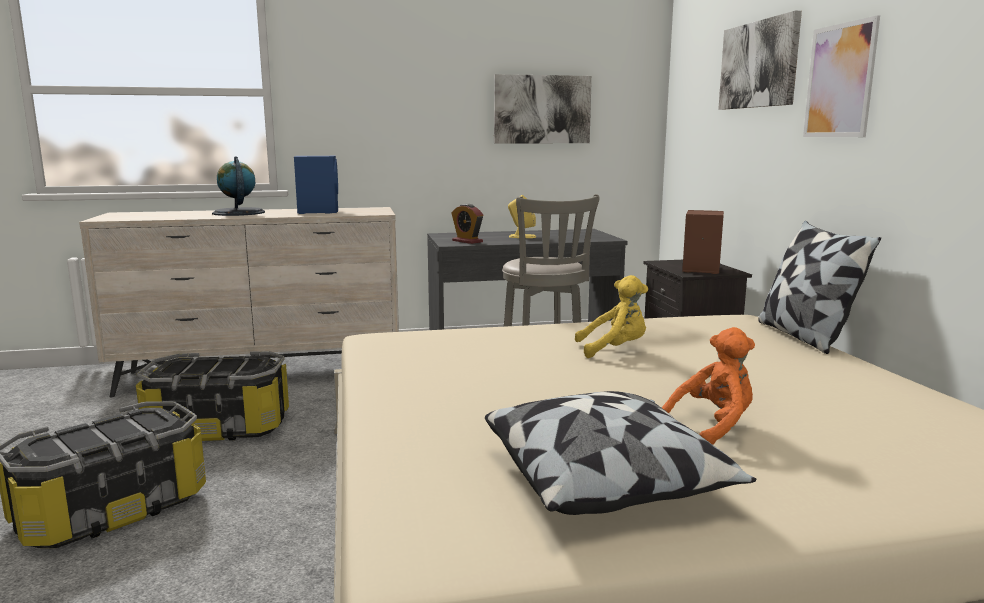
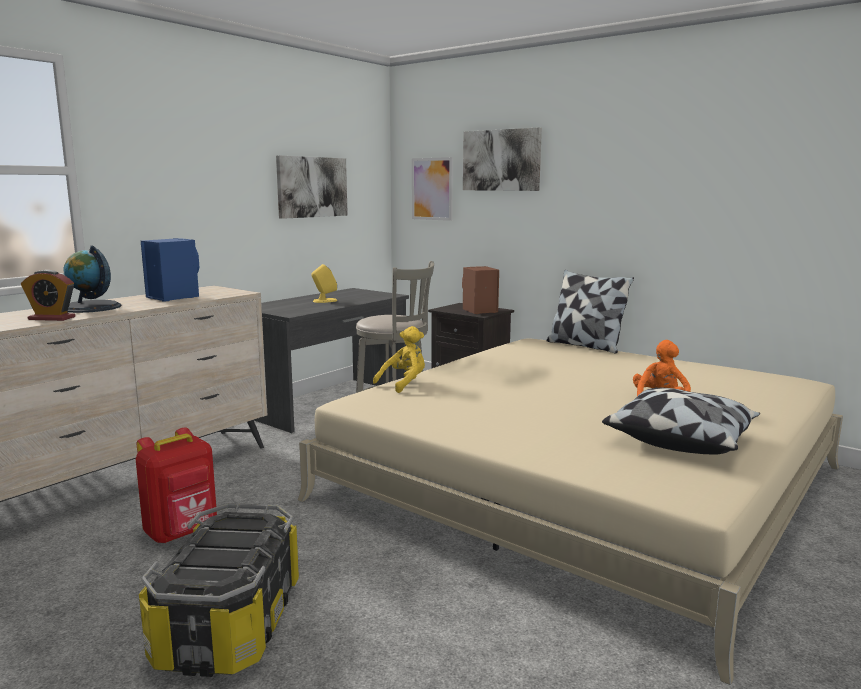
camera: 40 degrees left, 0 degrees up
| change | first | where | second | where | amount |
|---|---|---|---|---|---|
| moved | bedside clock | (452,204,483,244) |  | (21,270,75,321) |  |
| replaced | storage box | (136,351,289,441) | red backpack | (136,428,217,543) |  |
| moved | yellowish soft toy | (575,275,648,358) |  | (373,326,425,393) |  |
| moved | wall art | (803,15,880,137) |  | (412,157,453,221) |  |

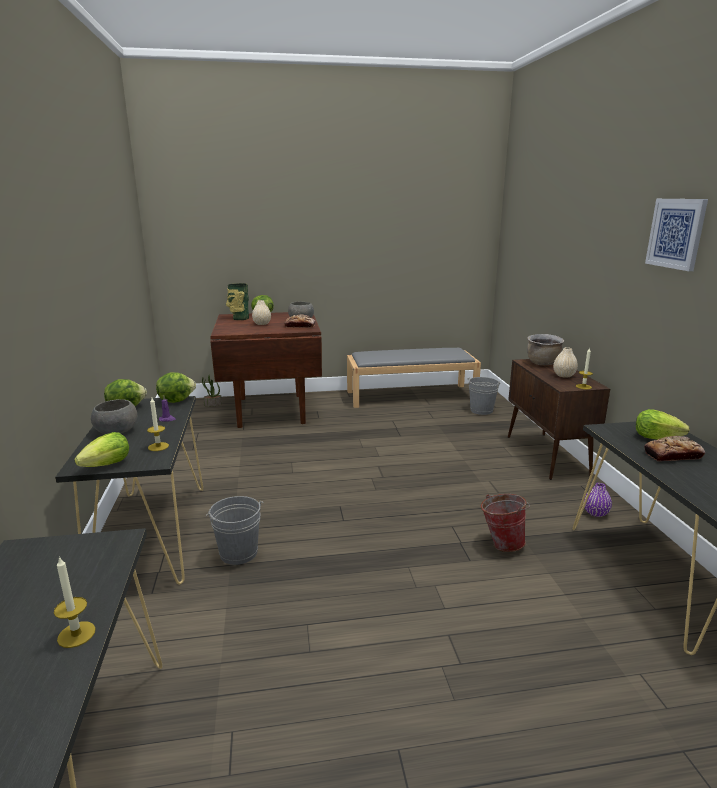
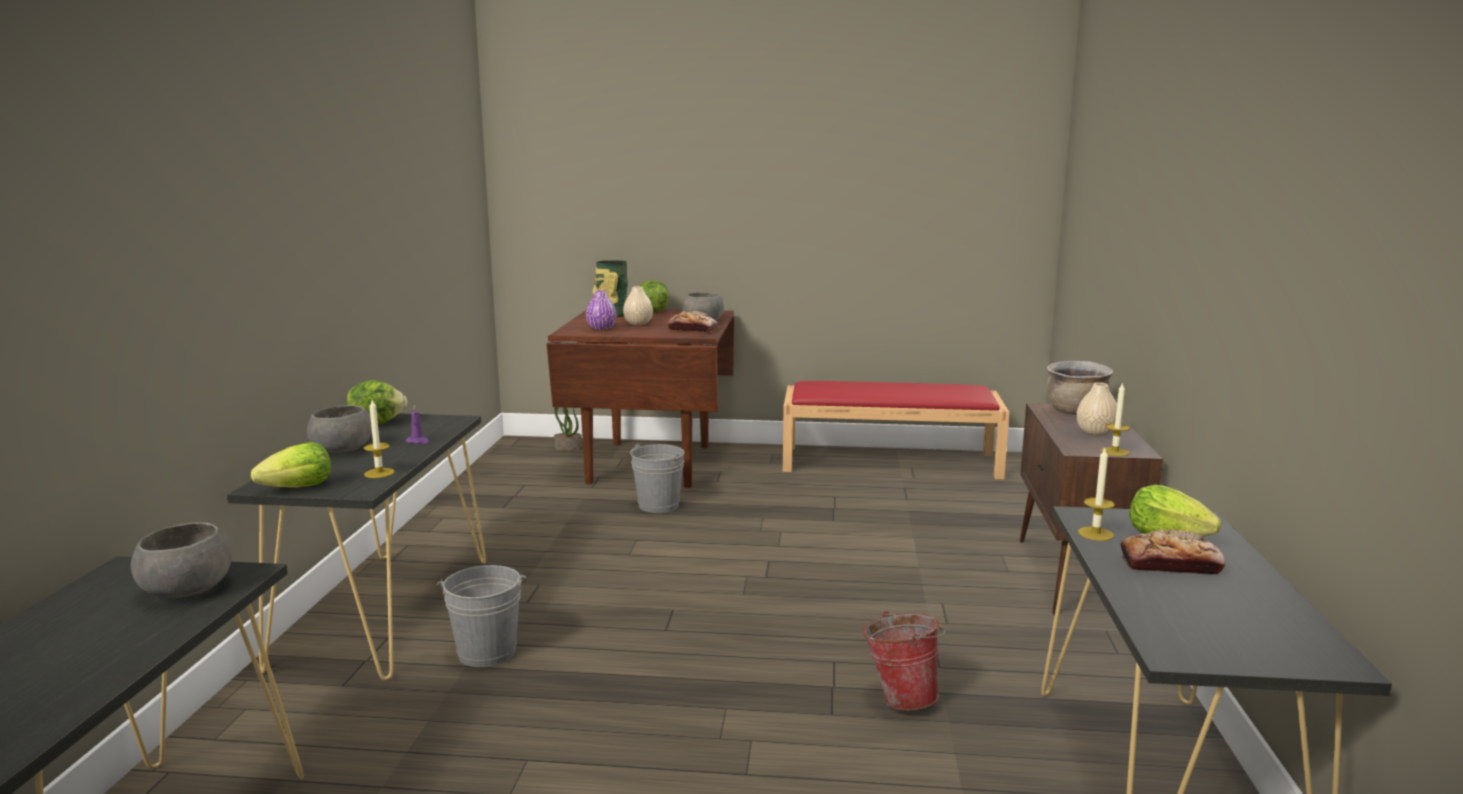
camera: 15 degrees right, 5 degrees down
| change | first | where | second | where | amount |
|---|---|---|---|---|---|
| added |  |  | greyish deep dish | (131,522,232,598) |  |
| moved | purplish flower vase | (584,483,612,517) |  | (586,290,616,330) |  |
| moved | greyish water bucket | (467,377,501,415) |  | (630,443,685,513) |  |
| recoloured | greyish bench | (347,348,481,408) | red bench | (783,381,1009,479) |  |
| moved | wax light | (54,556,96,648) |  | (1078,448,1115,541) |  |
| removed | lettuce | (156,372,196,403) |  |  |  |
| removed | wall art | (645,199,708,271) |  |  |  |

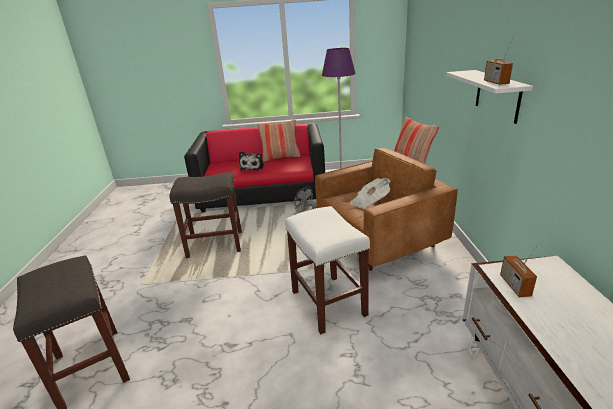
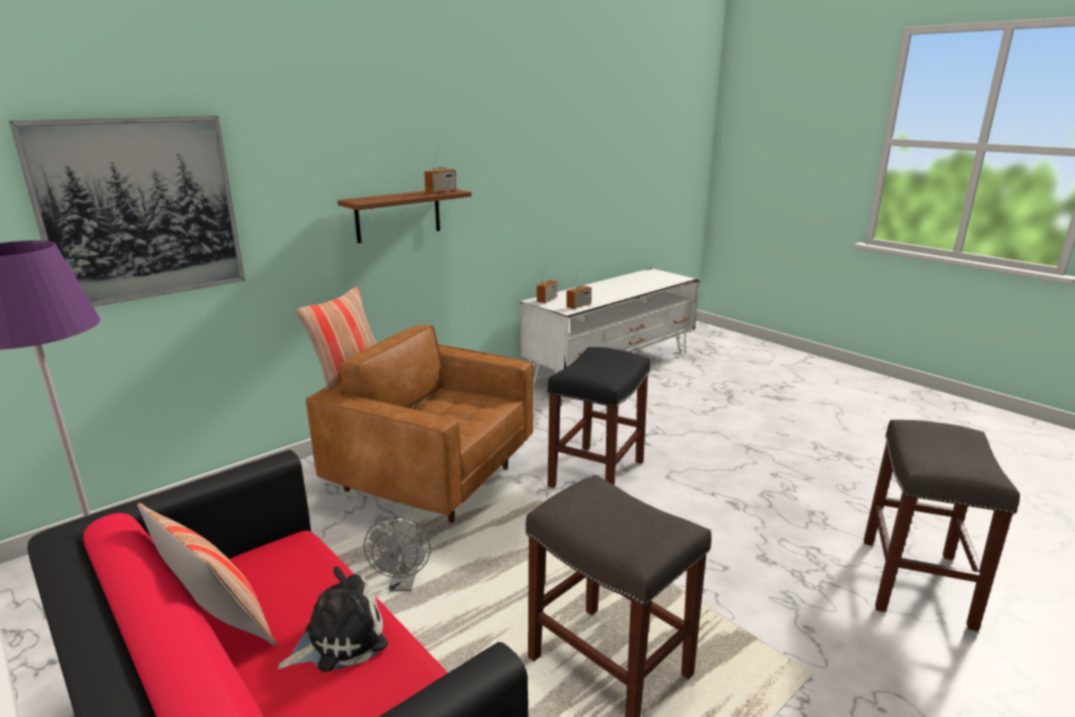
camera: 130 degrees left, 5 degrees down
| change | first | where | second | where | amount |
|---|---|---|---|---|---|
| added |  |  | wall art | (9,116,245,307) |  |
| recoloured | white shelf | (446,70,533,124) | brown-coloured shelf | (338,189,472,243) |  |
| added |  |  | radio | (537,265,557,303) |  |
| recoloured | white sitting stool | (285,206,370,334) | black-coloured sitting stool | (547,347,650,488) |  |
| removed | printed paper | (350,178,391,209) |  |  |  |

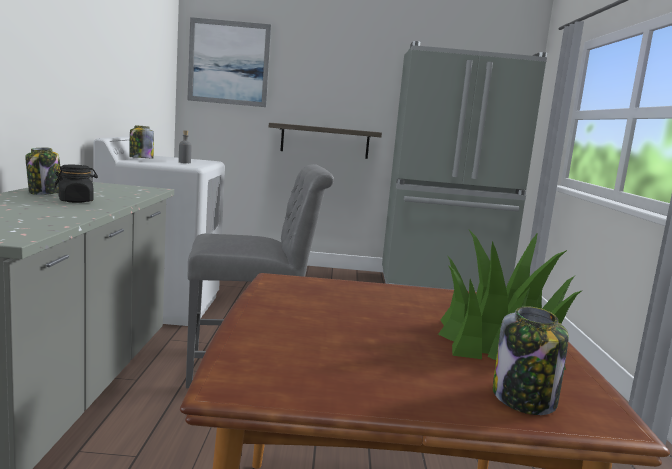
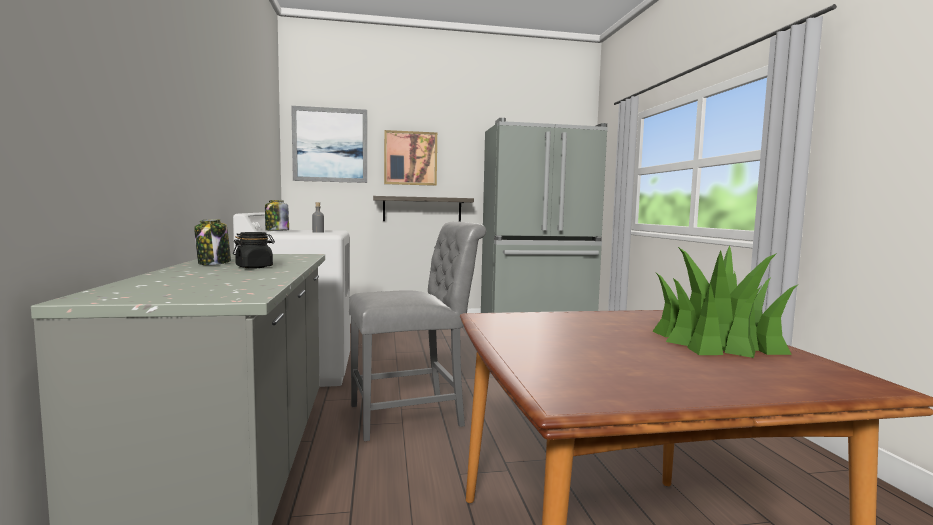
camera: 10 degrees left, 5 degrees down
| change | first | where | second | where | amount |
|---|---|---|---|---|---|
| added |  |  | wall art | (384,130,437,186) |  |
| removed | preserve jar | (493,307,569,415) |  |  |  |

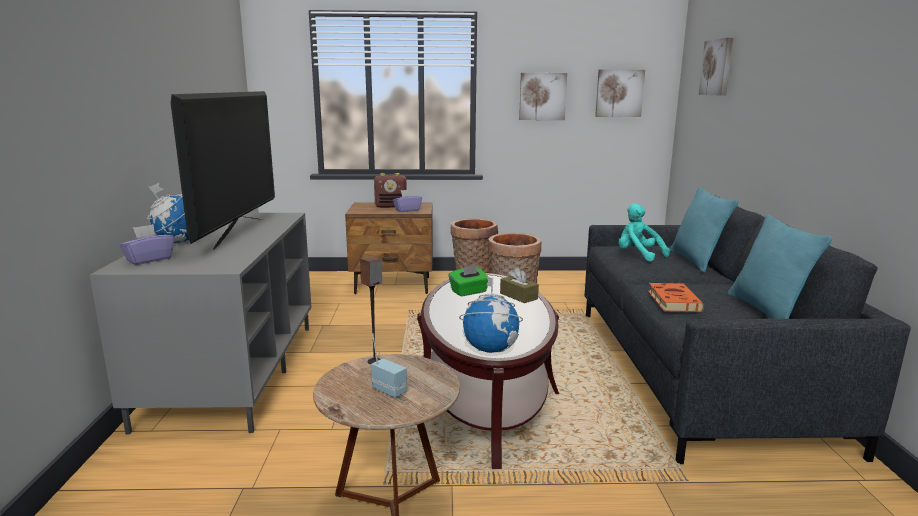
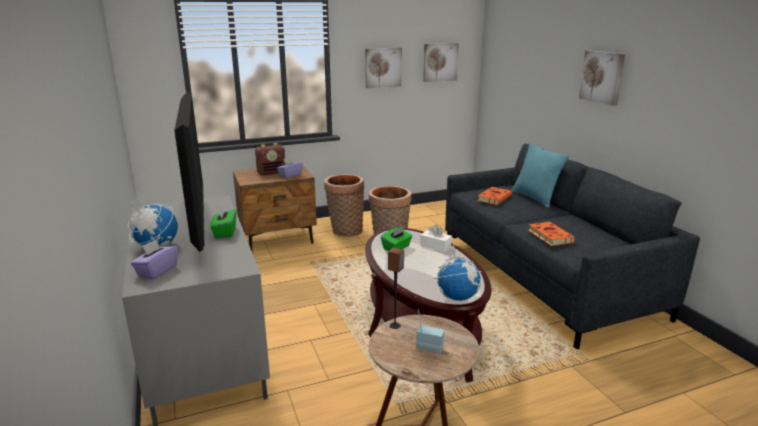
camera: 20 degrees left, 5 degrees up
| change | first | where | second | where | amount |
|---|---|---|---|---|---|
| added |  |  | green-coloured tissue box | (210,206,236,238) |  |
| recoloured | brown-coloured tissue box | (500,267,539,303) | white tissue box | (420,225,452,252) |  |
| replaced | turquoise soft toy | (618,204,670,262) | orangey bound book | (478,187,512,205) |  |
| moved | wall art | (699,38,733,96) |  | (579,50,625,106) |  |
| removed | turquoise pillow | (728,215,833,319) |  |  |  |

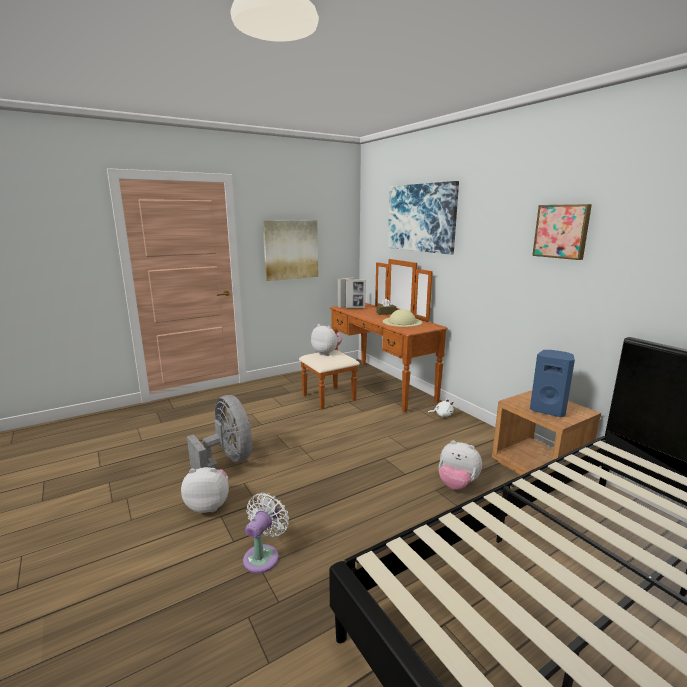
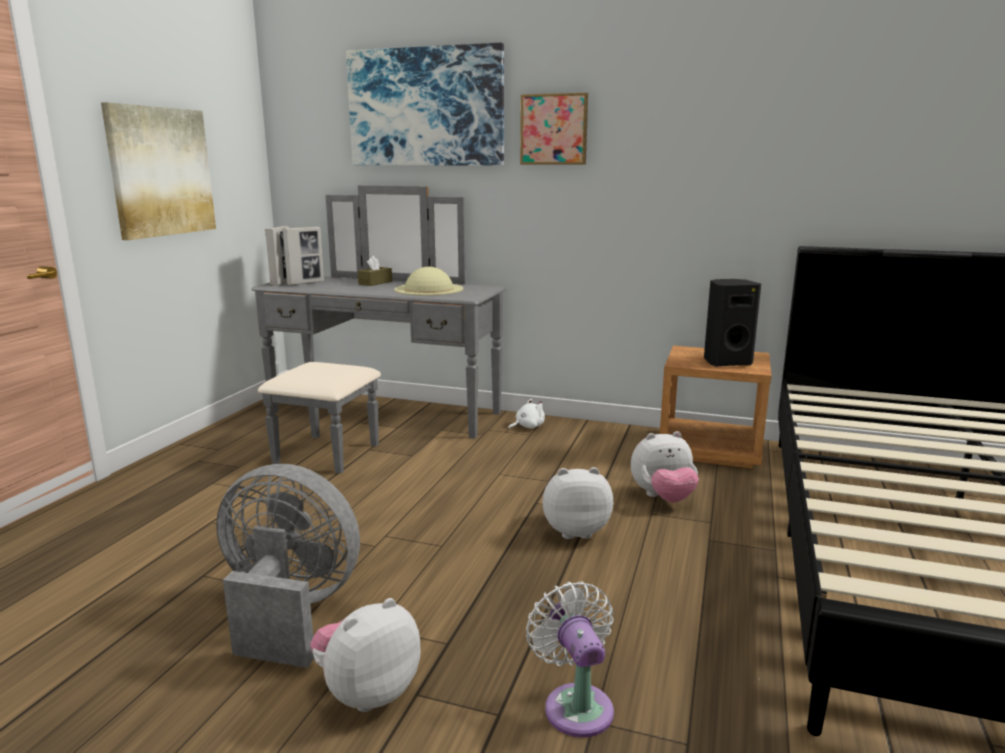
camera: 40 degrees left, 0 degrees up
| change | first | where | second | where | amount |
|---|---|---|---|---|---|
| recoloured | brown-coloured drawer chest | (299,259,448,413) | greyish drawer chest | (251,185,506,474) |  |
| moved | wall art | (532,204,592,260) |  | (520,93,588,165) |  |
| moved | soft toy | (311,324,342,356) |  | (543,467,613,539) |  |
| recoloured | blue-coloured loudspeaker | (530,350,575,417) | black-coloured loudspeaker | (704,279,761,367) |  |

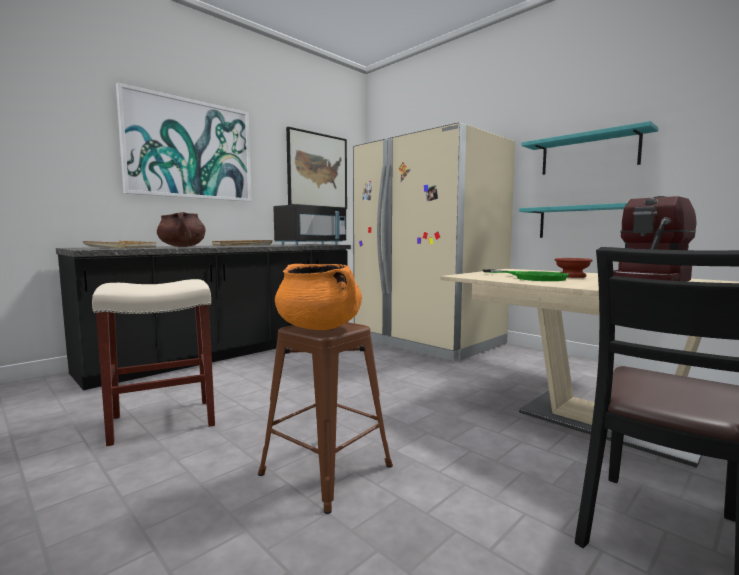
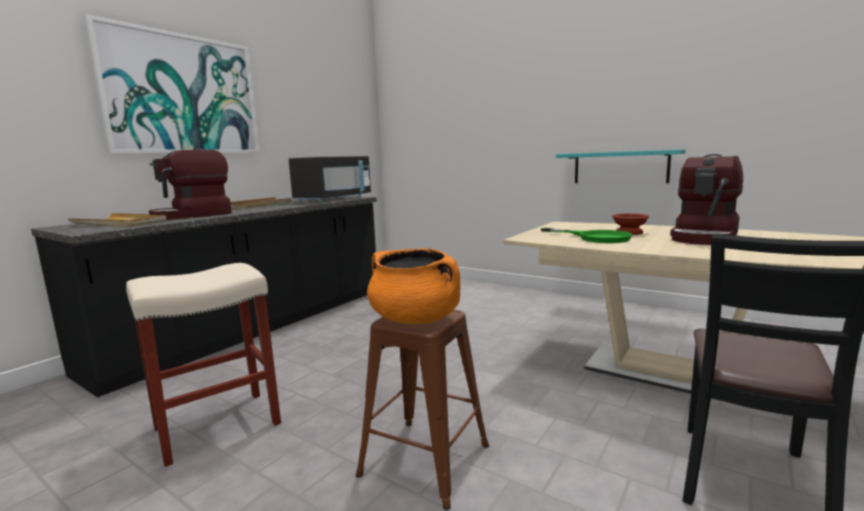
camera: 10 degrees left, 5 degrees up
| change | first | where | second | where | amount |
|---|---|---|---|---|---|
| replaced | brown-coloured cooking pot | (157,212,206,247) | coffee maker | (149,148,232,220) |  |
| removed | wall art | (286,127,347,209) |  |  |  |
| removed | sand-coloured refrigerator | (353,122,515,361) |  |  |  |
| removed | turquoise shelf | (521,121,658,175) |  |  |  |

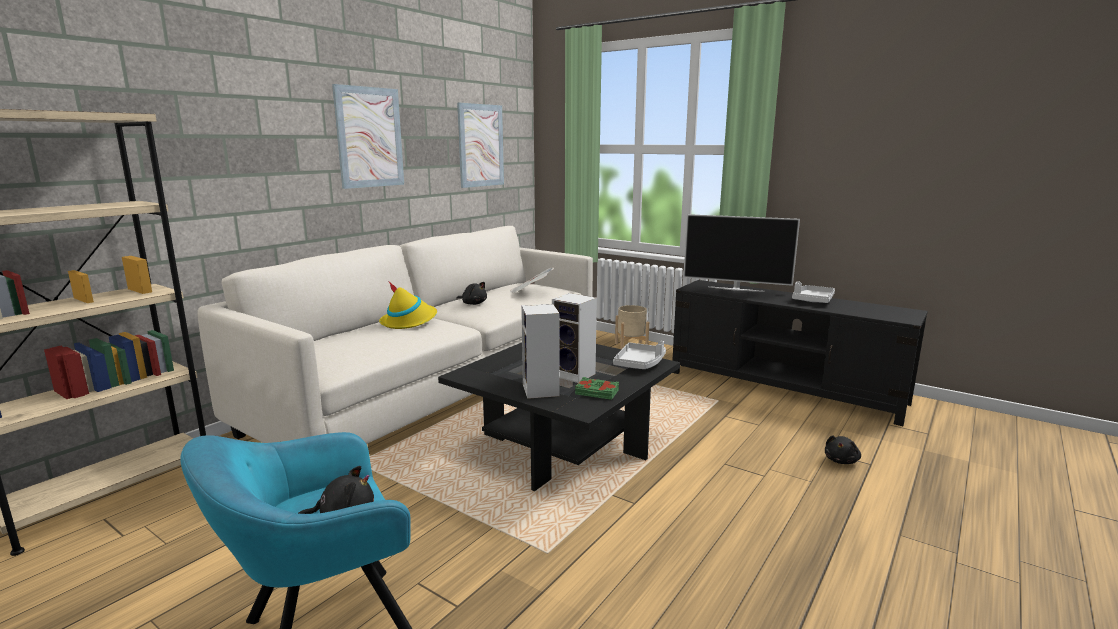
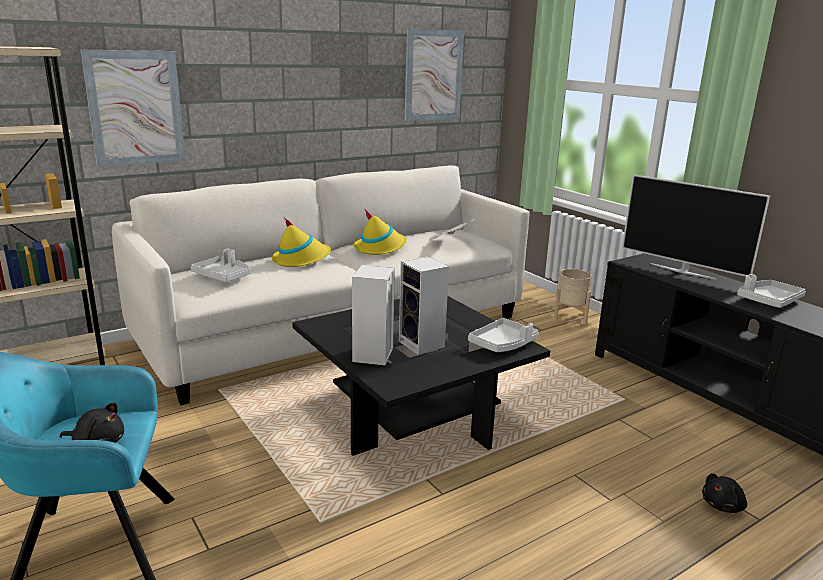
camera: 20 degrees right, 5 degrees up
| change | first | where | second | where | amount |
|---|---|---|---|---|---|
| moved | wall art | (332,84,404,189) |  | (81,50,185,167) |  |
| added |  |  | greyish carrying tray | (191,249,251,282) |  |
| replaced | black-coloured soft toy | (456,282,487,305) | yellowish hat | (354,209,407,255) |  |
| removed | green-coloured bound book | (575,377,619,400) |  |  |  |

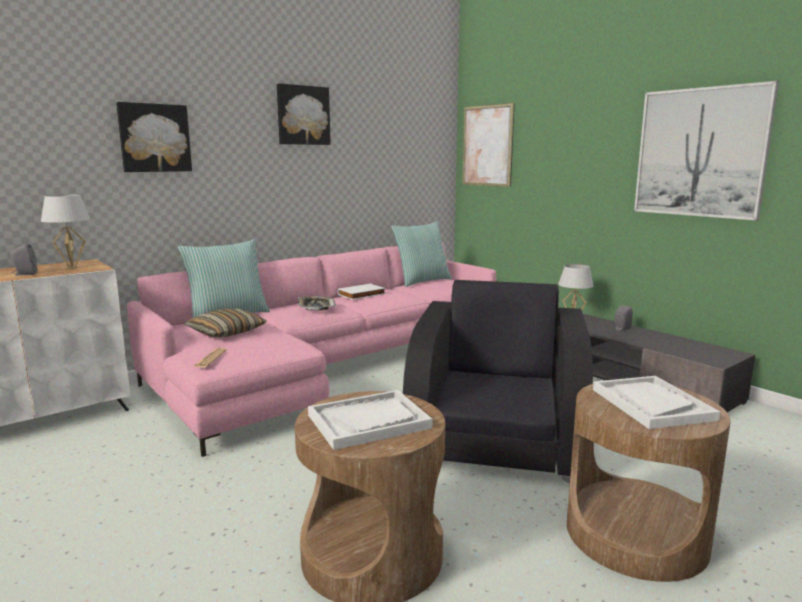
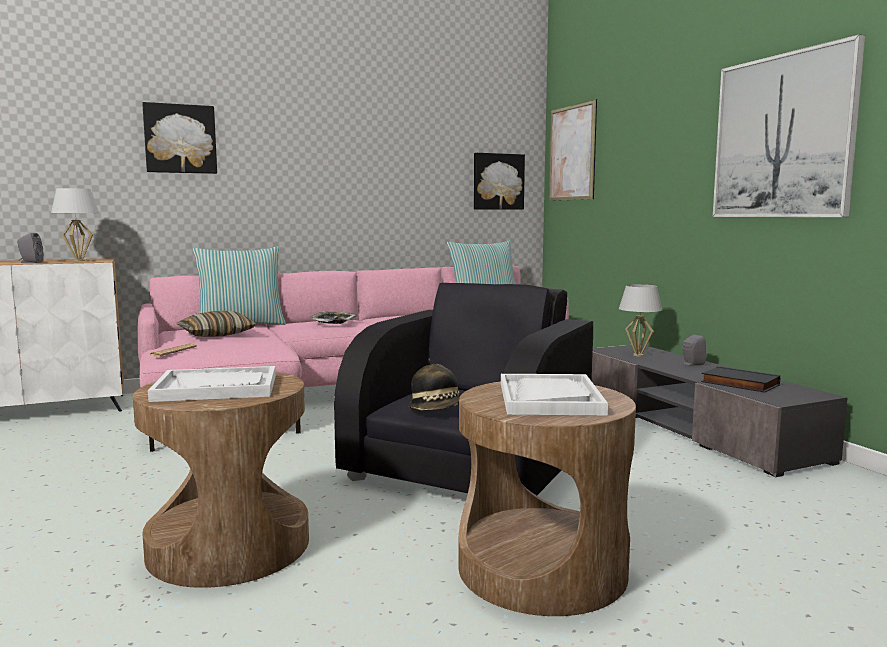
camera: 15 degrees right, 5 degrees down
| change | first | where | second | where | amount |
|---|---|---|---|---|---|
| added |  |  | hat | (409,358,462,410) |  |
| moved | wall art | (277,83,331,145) |  | (474,153,525,210) |  |
| added |  |  | black-coloured bound book | (701,366,780,393) |  |
| removed | white bound book | (338,284,386,300) |  |  |  |

